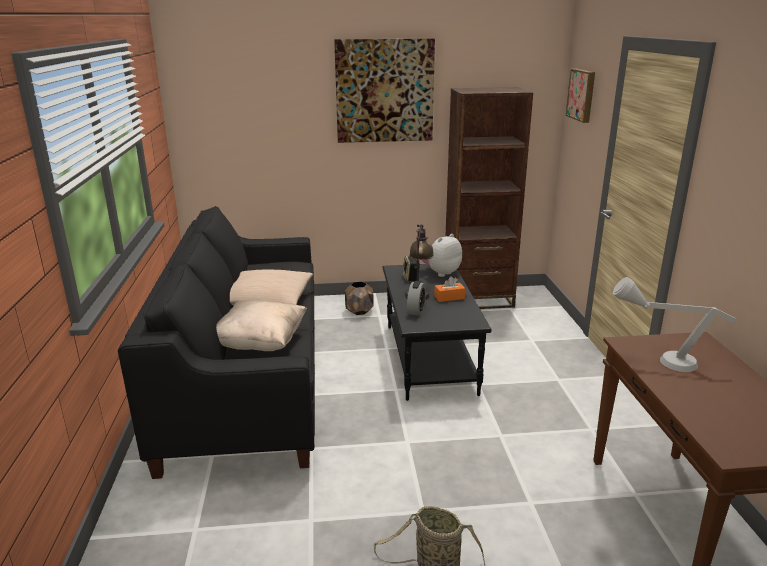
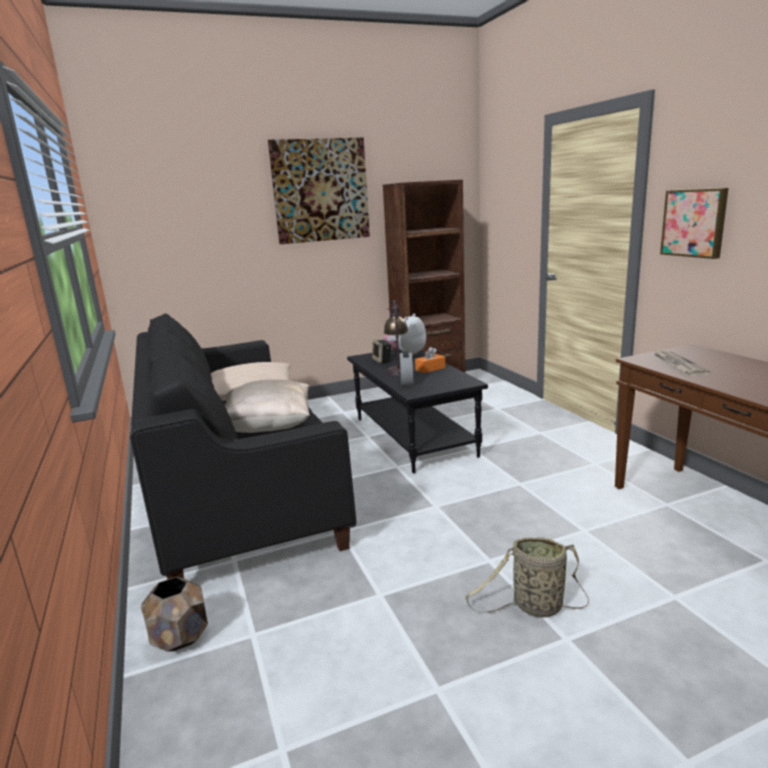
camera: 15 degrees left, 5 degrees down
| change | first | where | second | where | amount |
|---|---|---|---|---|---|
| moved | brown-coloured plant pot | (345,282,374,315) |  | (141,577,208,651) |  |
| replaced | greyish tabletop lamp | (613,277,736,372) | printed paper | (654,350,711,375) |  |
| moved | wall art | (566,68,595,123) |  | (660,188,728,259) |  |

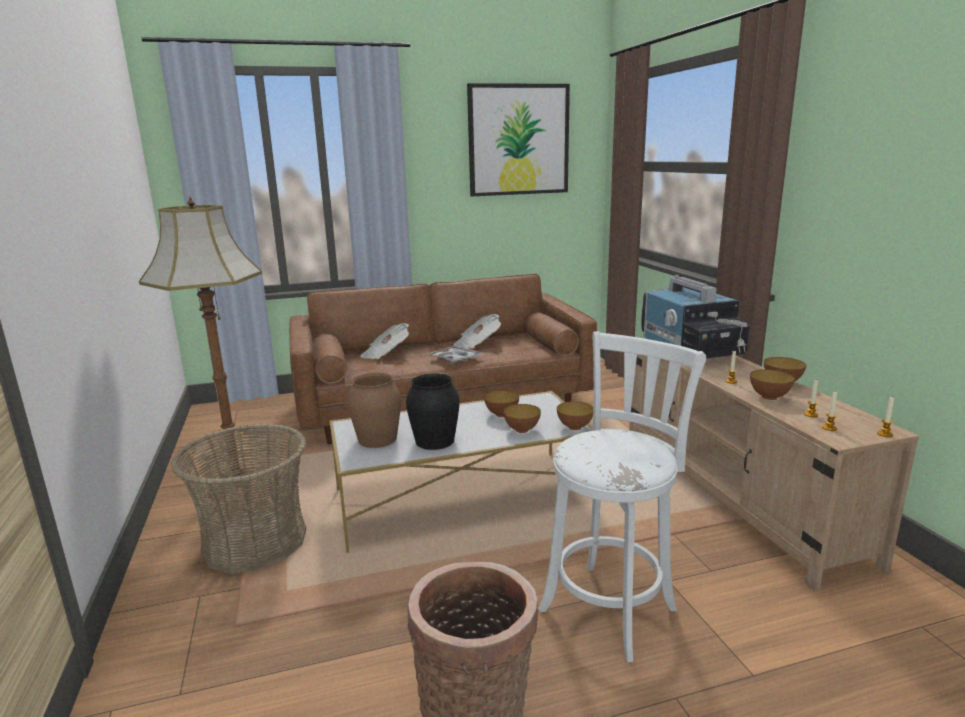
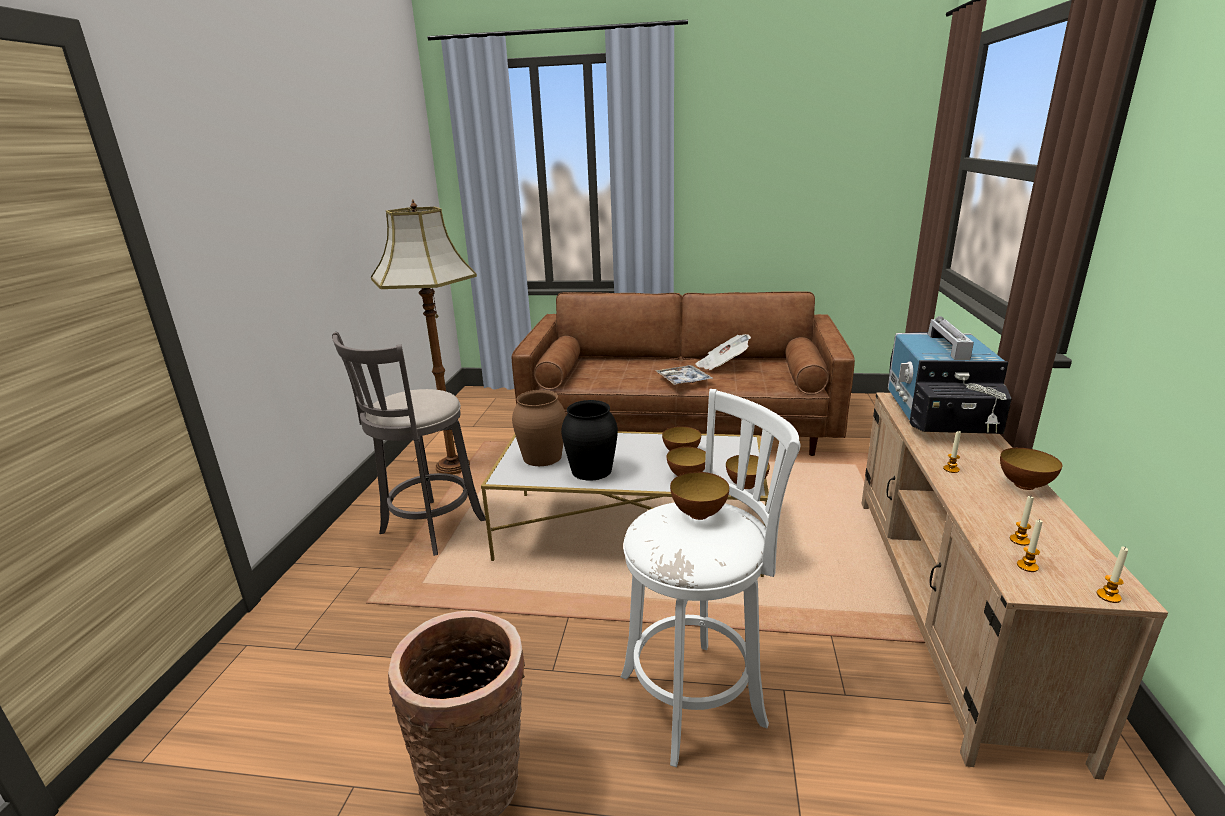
camera: 25 degrees right, 5 degrees up
| change | first | where | second | where | amount |
|---|---|---|---|---|---|
| replaced | household basket | (171,423,307,574) | greyish sitting stool | (332,332,486,556) |  |
| moved | deep dish | (750,369,795,400) |  | (670,472,729,520) |  |
| removed | printed paper | (360,323,409,360) |  |  |  |
| removed | wall art | (467,83,570,196) |  |  |  |

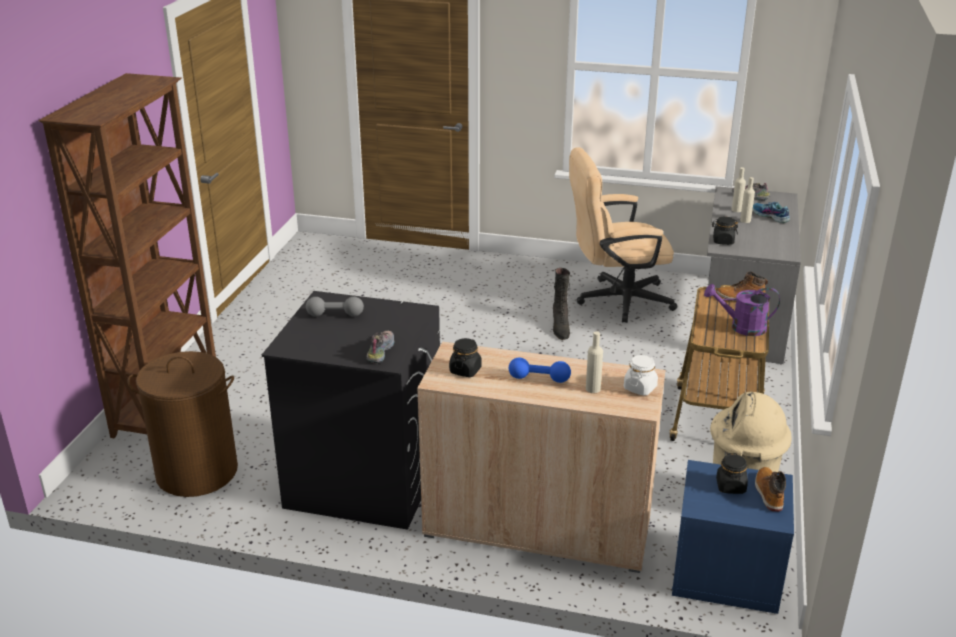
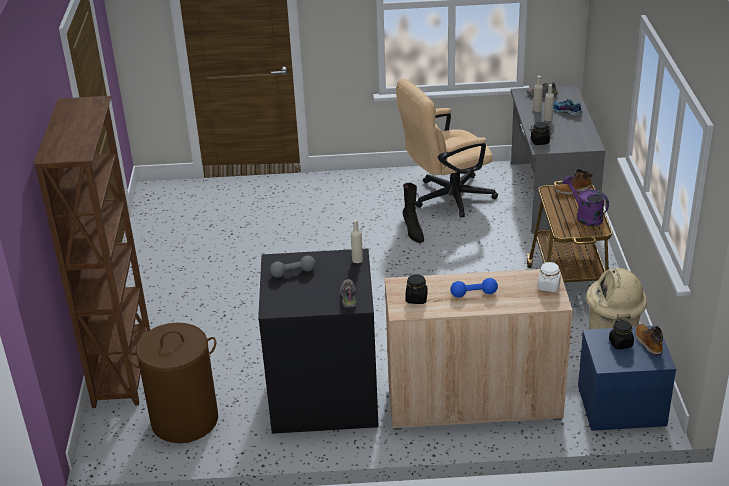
camera: 15 degrees left, 5 degrees up
| change | first | where | second | where | amount |
|---|---|---|---|---|---|
| moved | sand-coloured beverage bottle | (586,331,603,393) |  | (351,219,363,263) |  |
| turned | purplish sprinkling can | (704,284,780,336) |  | (562,176,609,226) | 60 degrees clockwise |

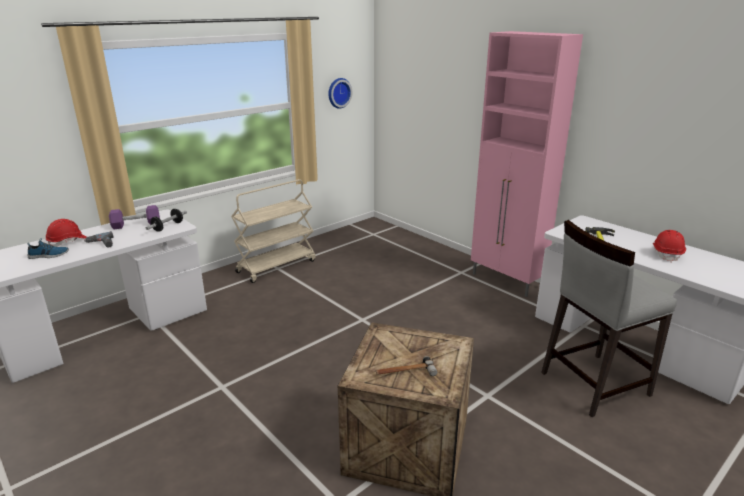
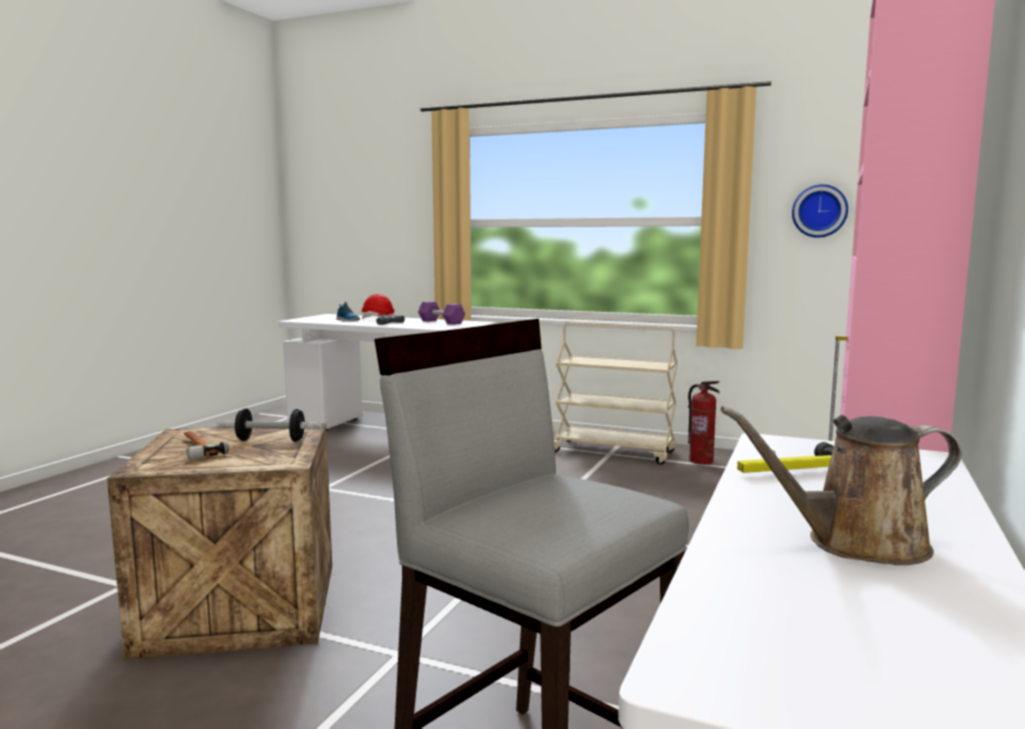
camera: 65 degrees right, 15 degrees down
| change | first | where | second | where | amount |
|---|---|---|---|---|---|
| moved | dumbbell | (146,209,187,232) |  | (217,408,324,442) |  |
| added |  |  | extinguisher | (688,381,720,465) |  |
| replaced | red hard hat | (653,230,686,263) | brown-coloured sprinkling can | (720,406,962,565) |  |

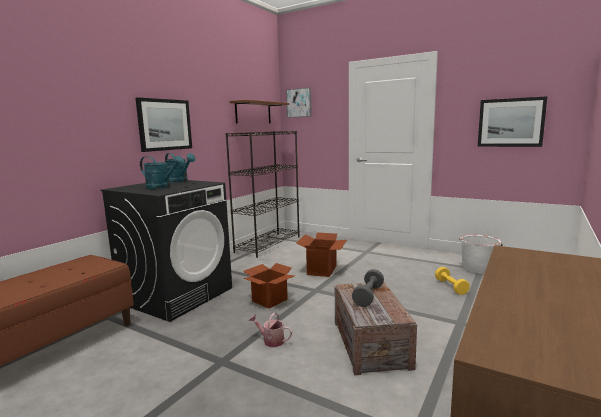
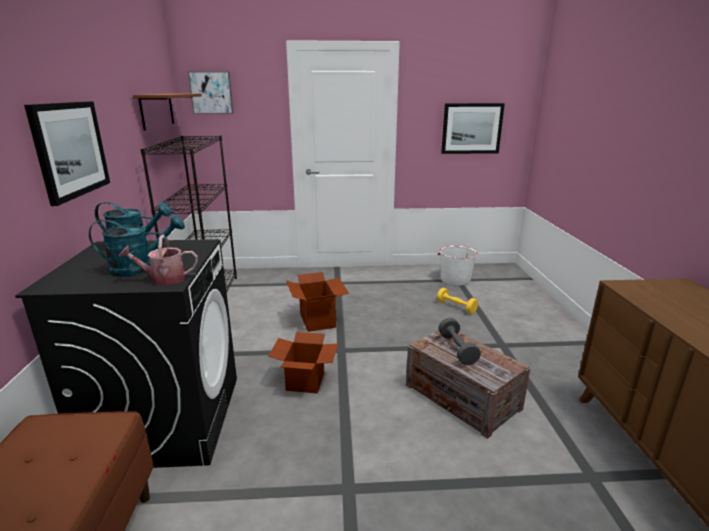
camera: 35 degrees left, 10 degrees up
| change | first | where | second | where | amount |
|---|---|---|---|---|---|
| moved | sprinkling can | (249,312,292,347) |  | (118,235,198,286) |  |

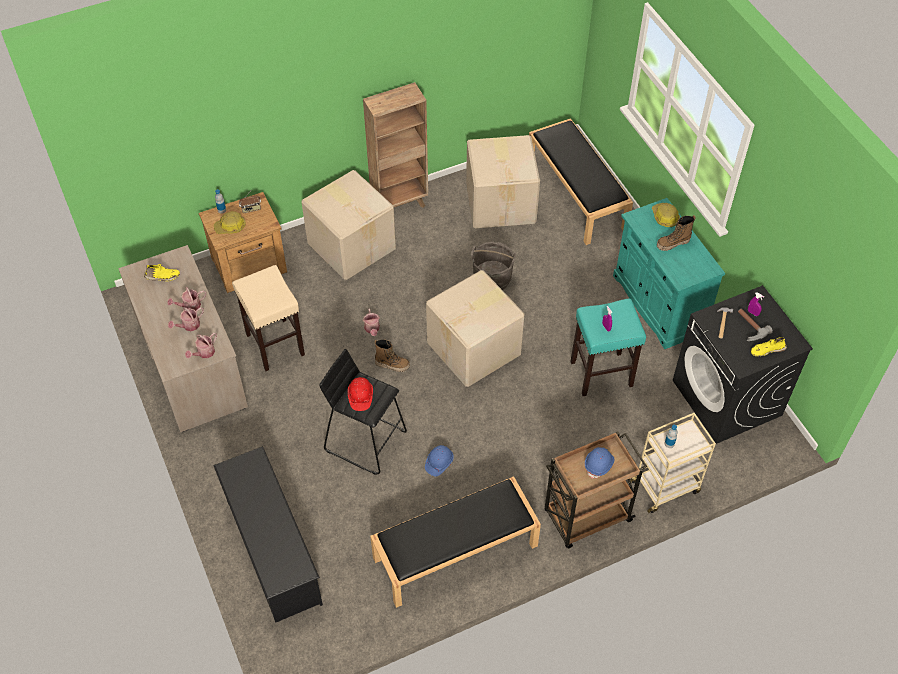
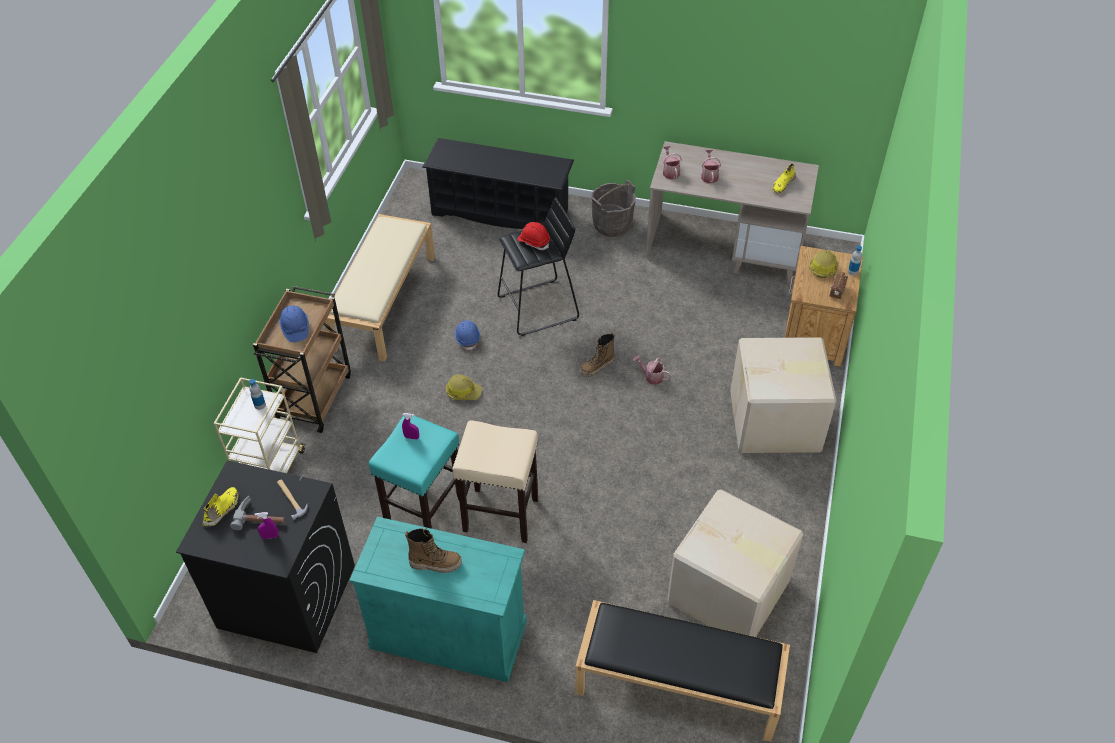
camera: 130 degrees right, 5 degrees down
| change | first | where | second | where | amount |
|---|---|---|---|---|---|
| recoloured | black-coloured bench | (370,476,541,608) | sand-coloured bench | (325,214,435,362) |  |
| turned | high-top boot | (657,215,696,251) |  | (405,528,462,573) | 75 degrees clockwise |
| moved | hard hat | (652,203,680,227) |  | (445,374,482,400) |  |
| moved | sand-coloured sitting stool | (232,265,305,371) |  | (452,420,538,543) |  |
| moved | greyish water bucket | (471,242,516,290) |  | (591,180,636,237) |  |
| removed | sprinkling can | (168,287,206,311) |  |  |  |
| removed | brown-coloured bookshelf | (363,82,428,208) |  |  |  |
| removed | carton | (426,270,525,387) |  |  |  |

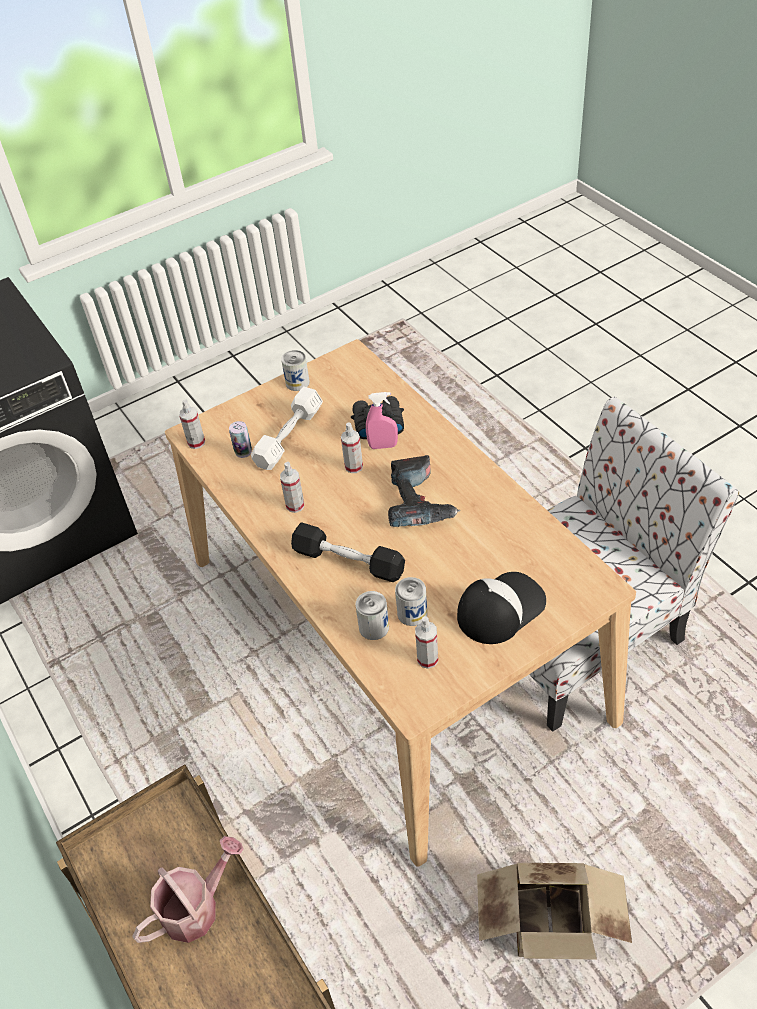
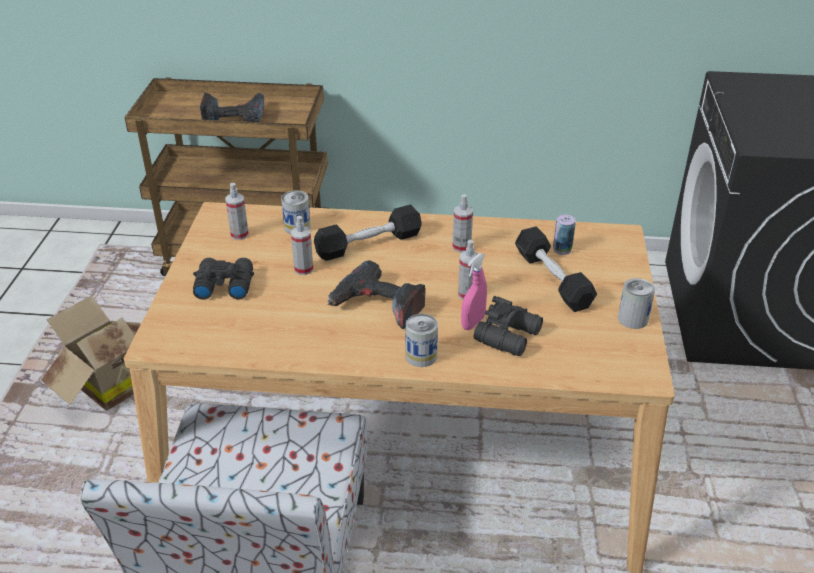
camera: 125 degrees right, 10 degrees down
| change | first | where | second | where | amount |
|---|---|---|---|---|---|
| replaced | peaked cap | (457,572,546,644) | black-coloured field glasses | (193,258,254,300) |  |
| replaced | sprinkling can | (132,836,244,943) | power drill | (200,93,264,122) |  |
| moved | hand sprayer | (179,399,205,449) |  | (291,216,313,275) |  |
| moved | sealed can | (395,577,427,626) |  | (406,314,438,367) |  |
| recoloured | white dumbbell | (251,386,323,470) | black-coloured dumbbell | (515,226,597,312) |  |

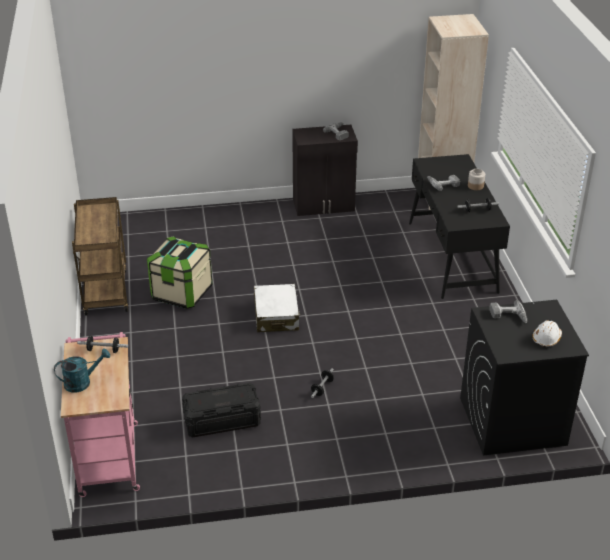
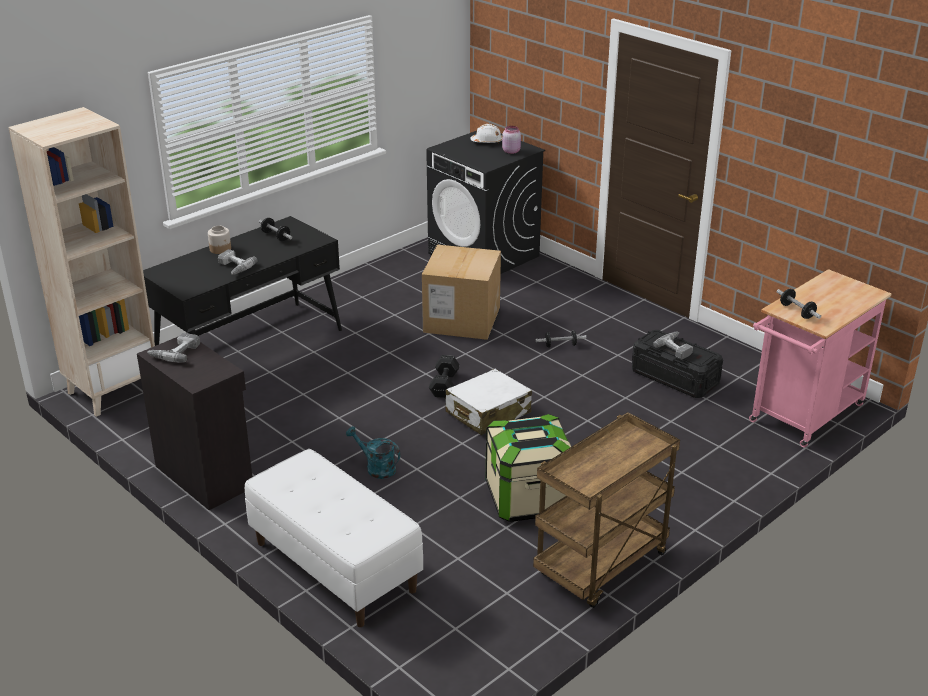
camera: 125 degrees left, 5 degrees down
| change | first | where | second | where | amount |
|---|---|---|---|---|---|
| added |  |  | white bench | (245,449,423,627) |  |
| moved | turquoise sprinkling can | (54,349,110,393) |  | (346,426,401,479) |  |
| added |  |  | carton | (422,245,501,340) |  |
| added |  |  | black-coloured dumbbell | (429,355,460,398) |  |
| added |  |  | pinkish preserve jar | (502,126,521,154) |  |
| moved | power drill | (489,300,527,323) |  | (653,332,693,360) |  |

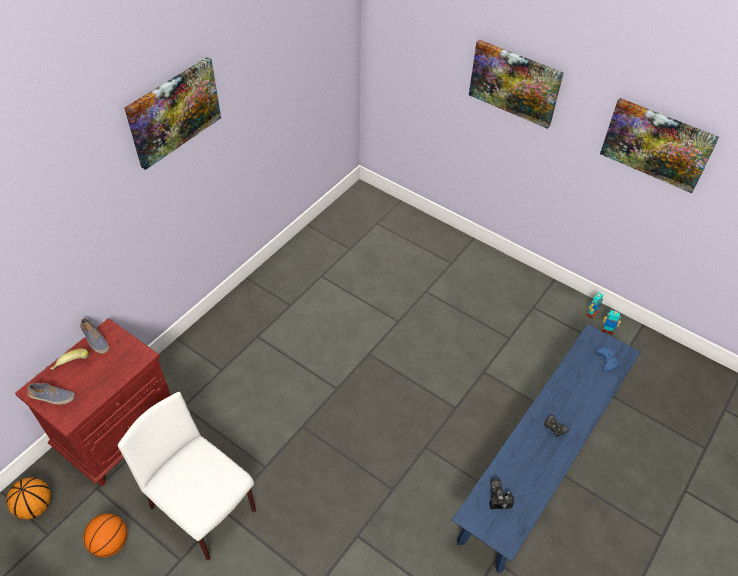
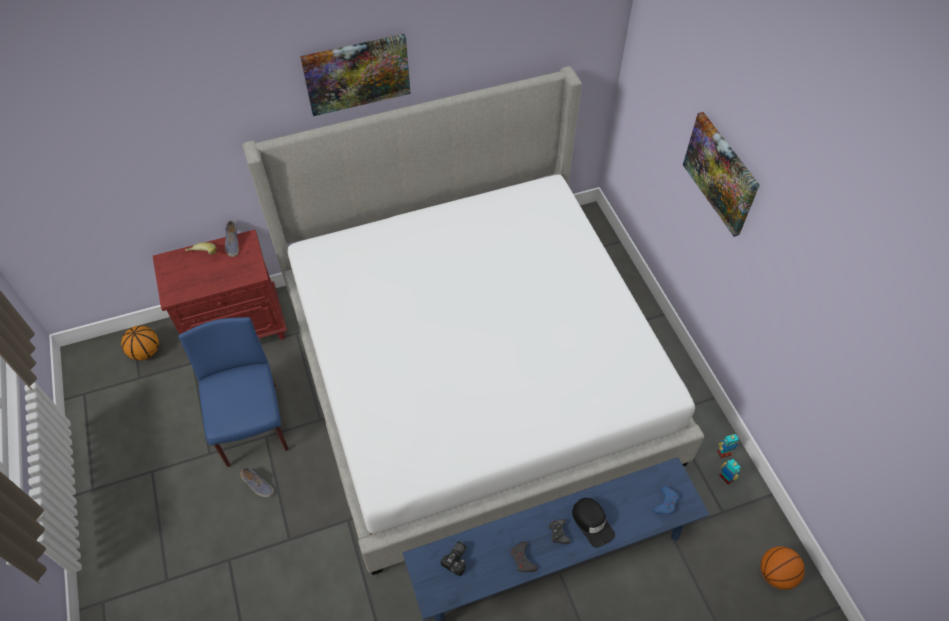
camera: 35 degrees right, 5 degrees up
| change | first | where | second | where | amount |
|---|---|---|---|---|---|
| recoloured | white chair | (118,392,256,561) | blue-coloured chair | (178,317,289,467) |  |
| moved | item of footwear | (27,383,75,405) |  | (240,468,274,498) |  |
| added |  |  | bedroom bed | (243,66,704,575) |  |
| added |  |  | greyish game controller | (511,541,538,572) |  |
| added |  |  | black-coloured peaked cap | (572,498,615,548) |  |
| moved | ball for basketball | (83,514,127,557) |  | (761,546,805,590) |  |
| removed | wall art | (600,98,719,193) |  |  |  |

